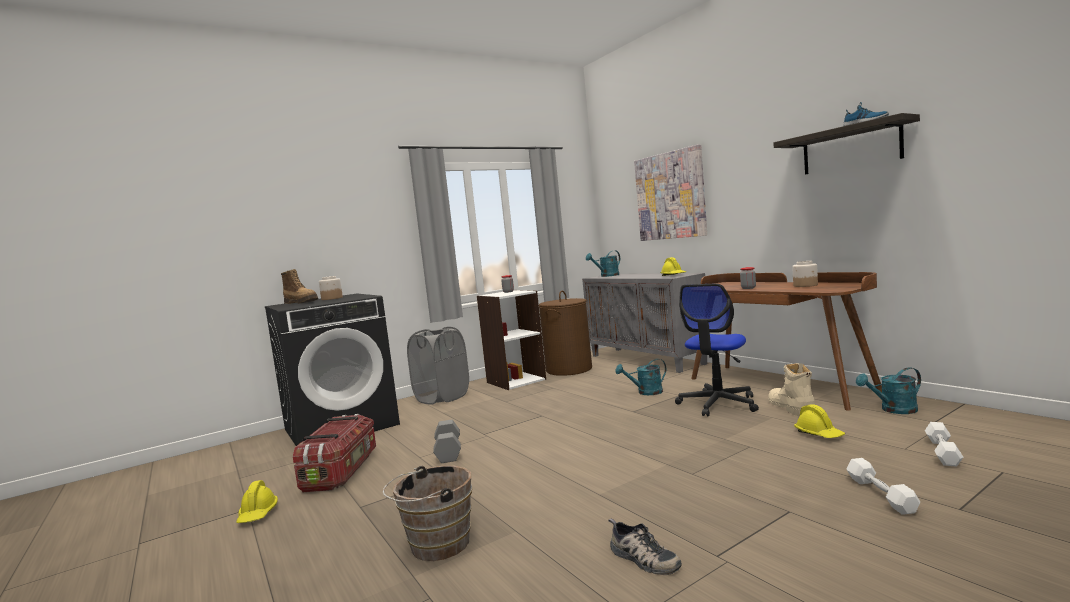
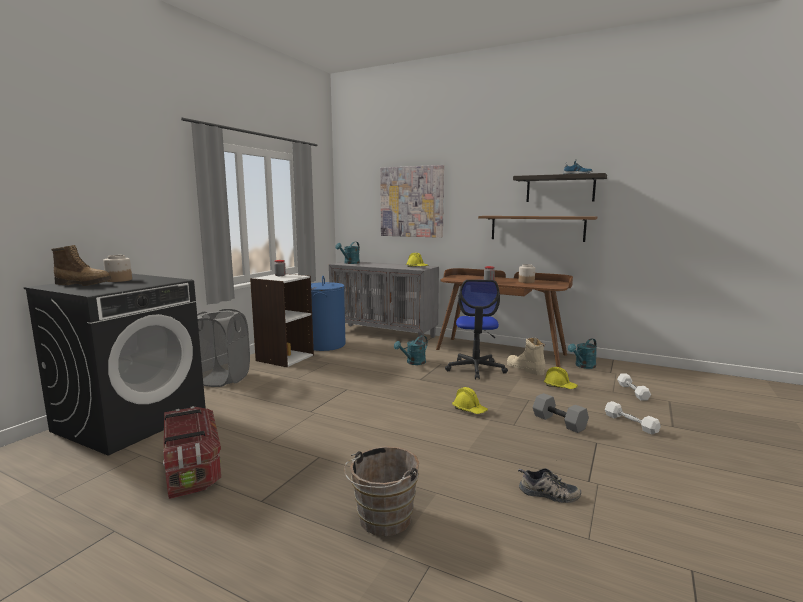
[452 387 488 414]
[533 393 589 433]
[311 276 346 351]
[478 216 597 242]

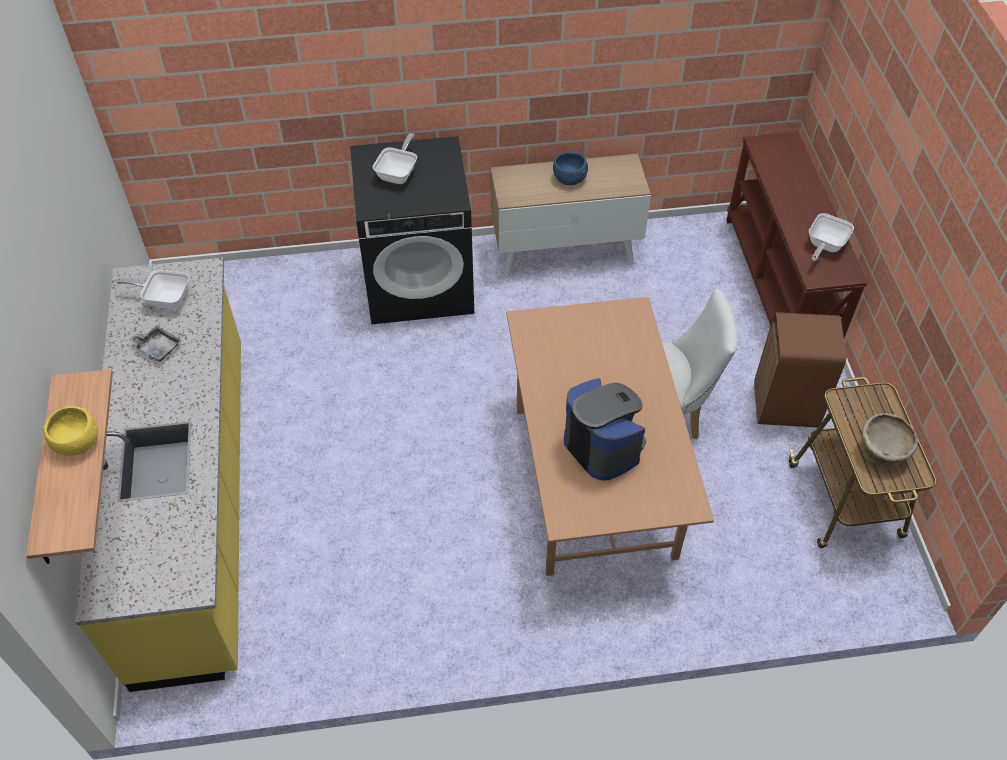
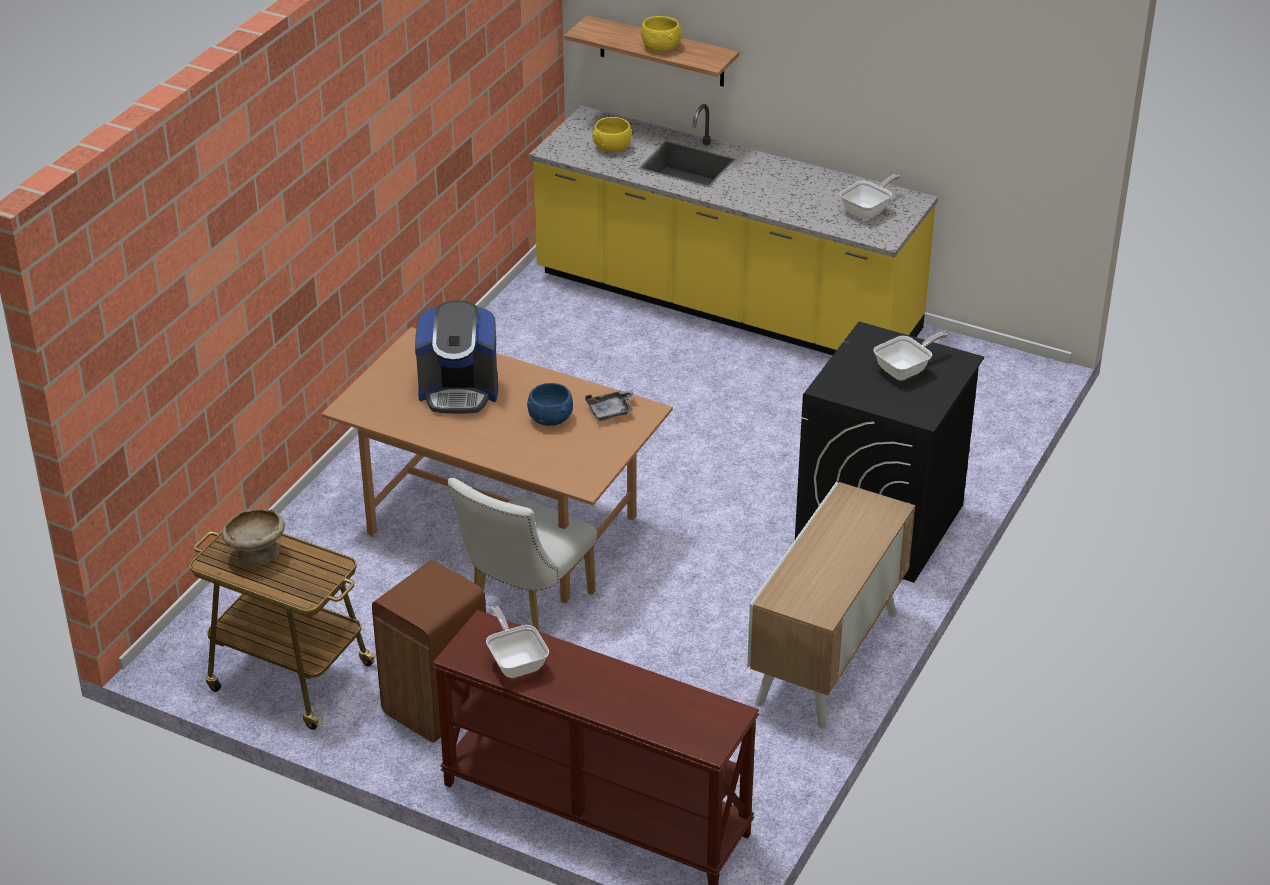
[585 390 635 421]
[874 332 948 380]
[527 383 573 426]
[592 117 632 152]

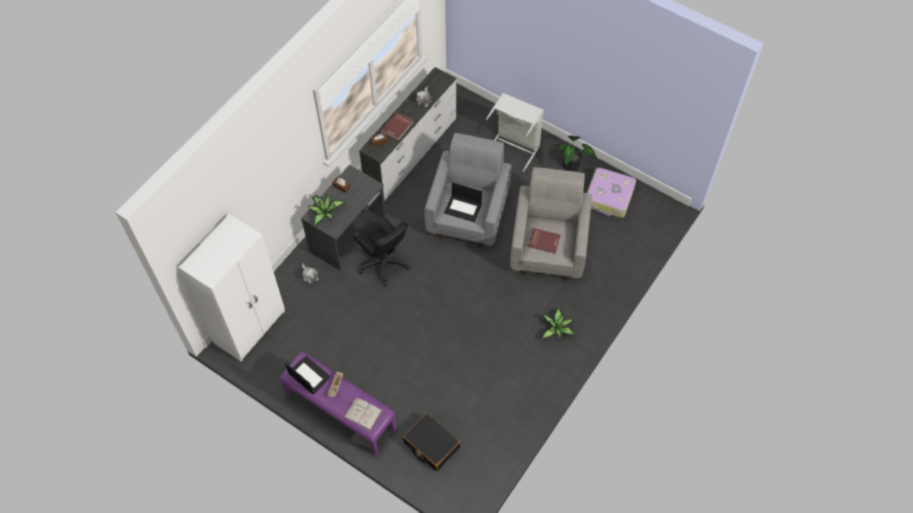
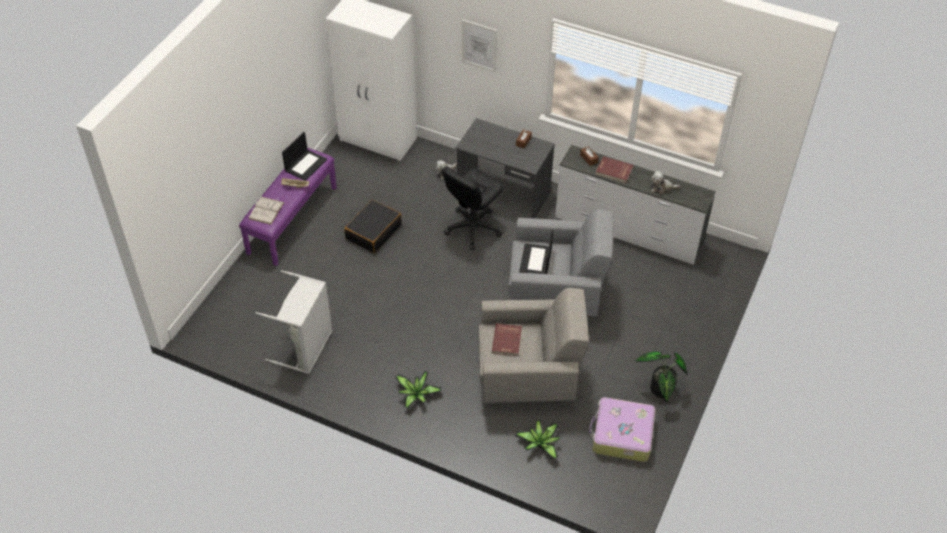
[515 420 560 460]
[344 200 402 253]
[256 270 332 374]
[462 19 497 73]

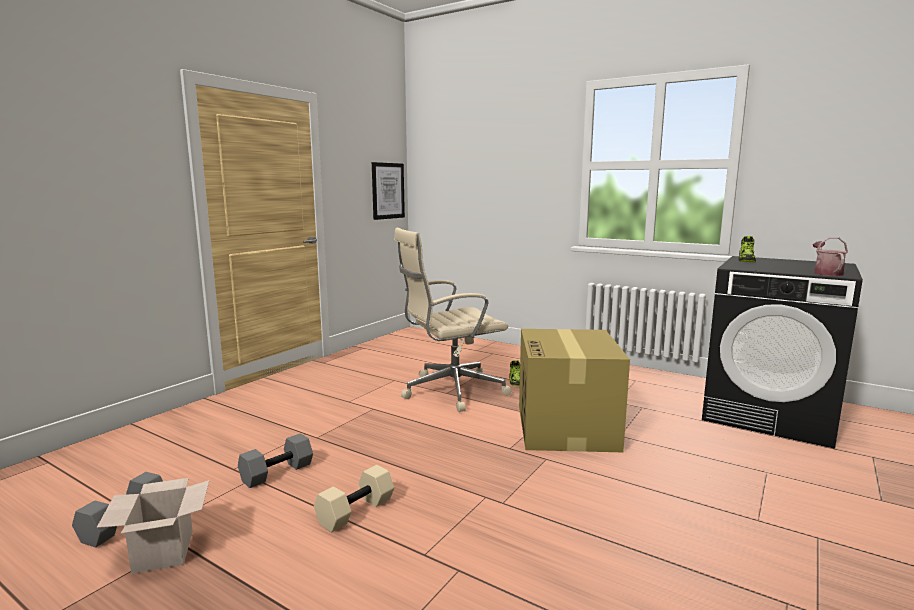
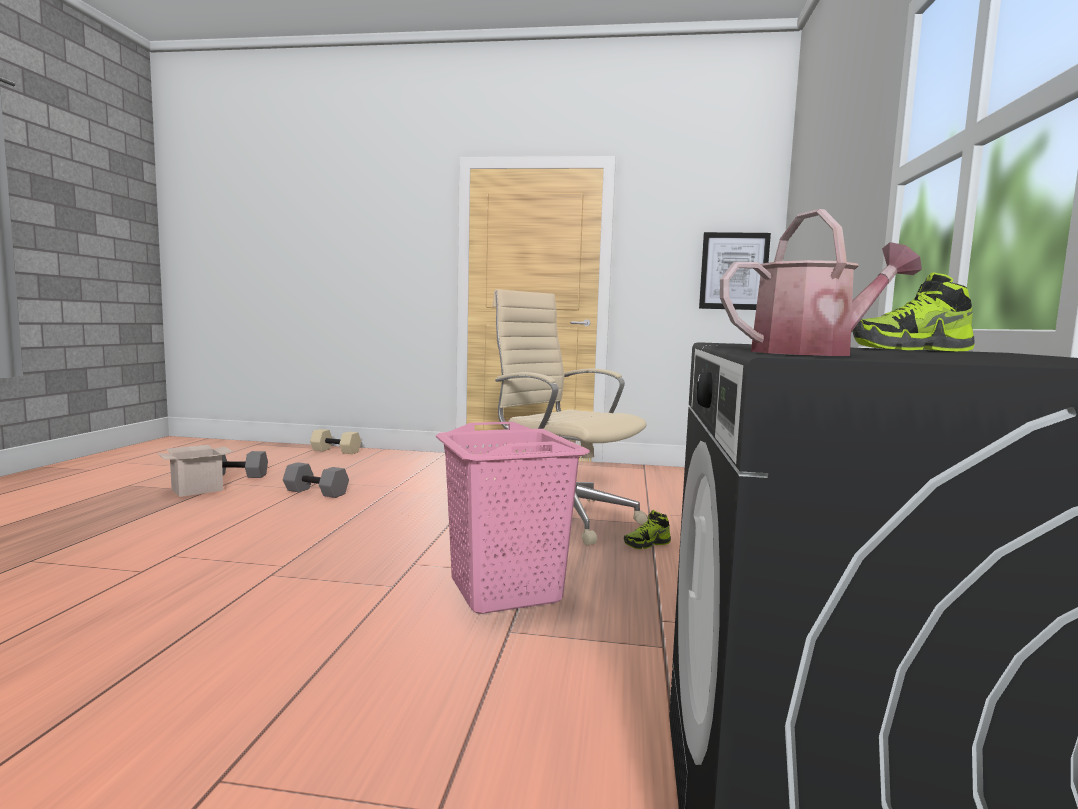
[310 429 361 454]
[436 422 590 614]

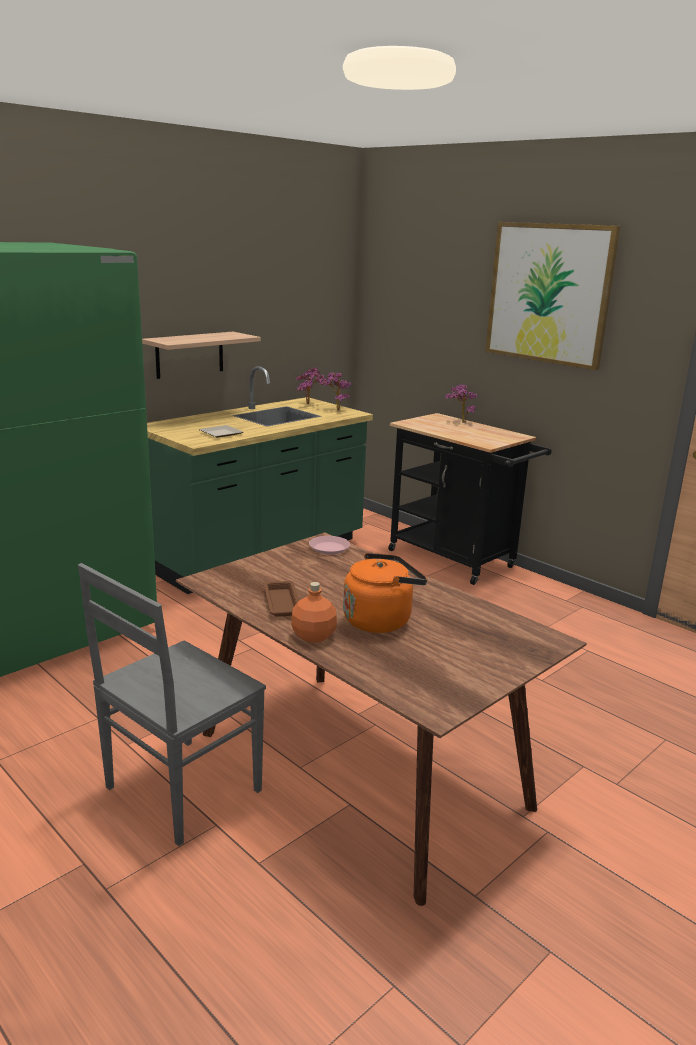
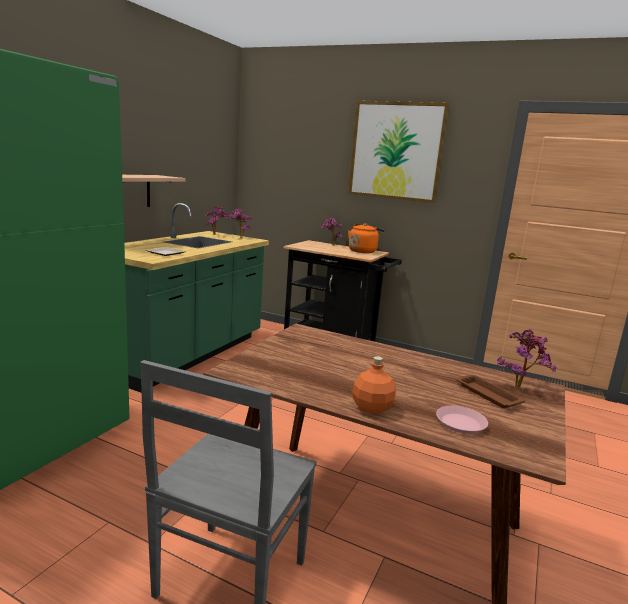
[456 375 525 408]
[436 406 488 434]
[348 223 385 253]
[497 329 557 387]

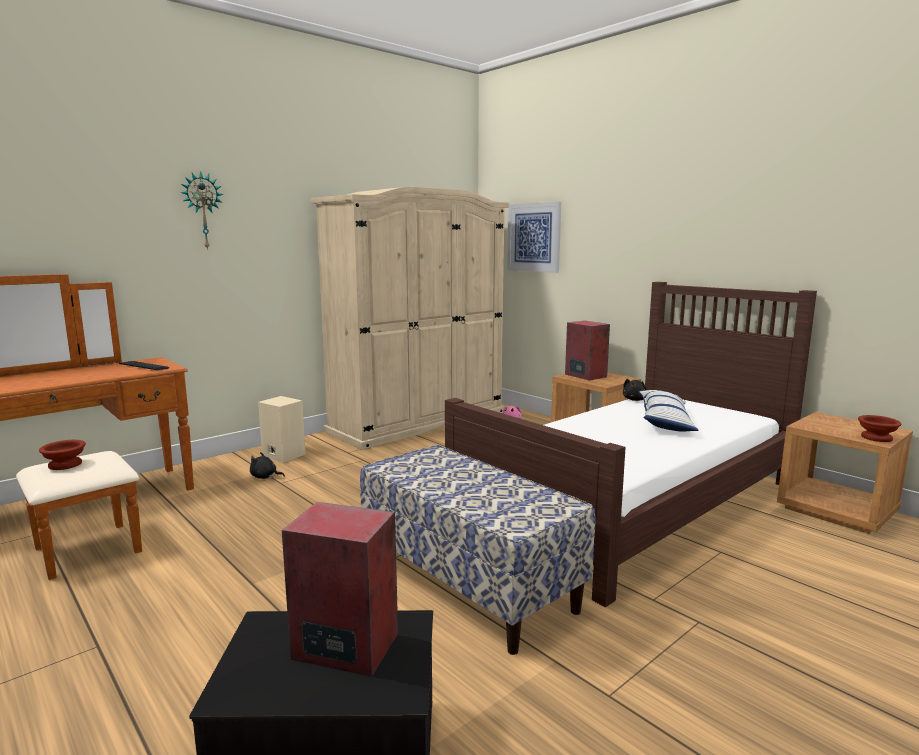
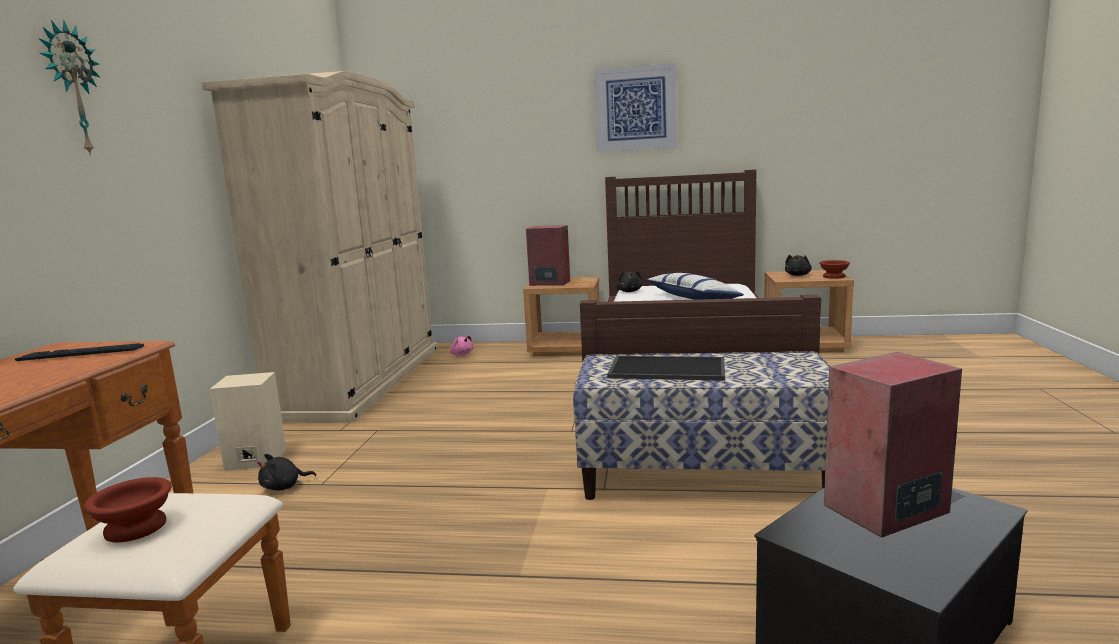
[594 63 677 152]
[607 356 725 381]
[785 255 812 276]

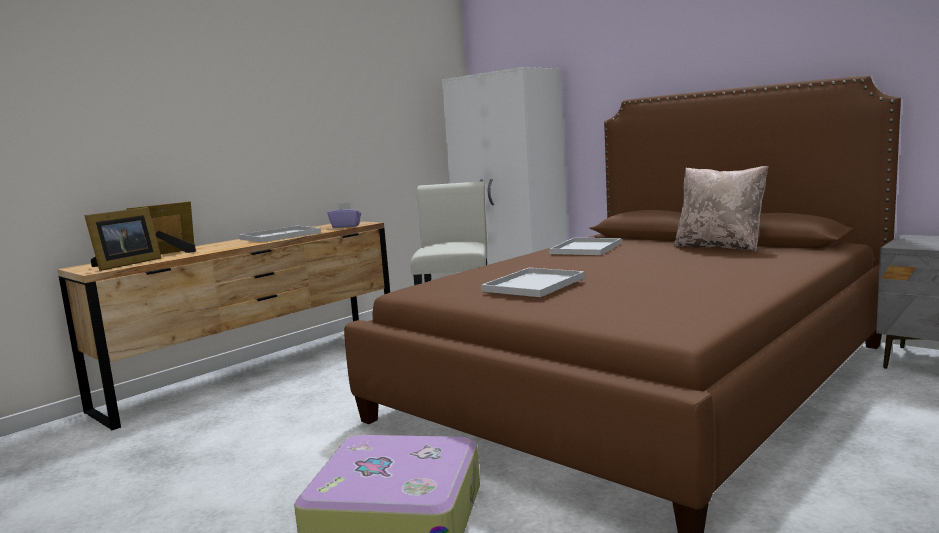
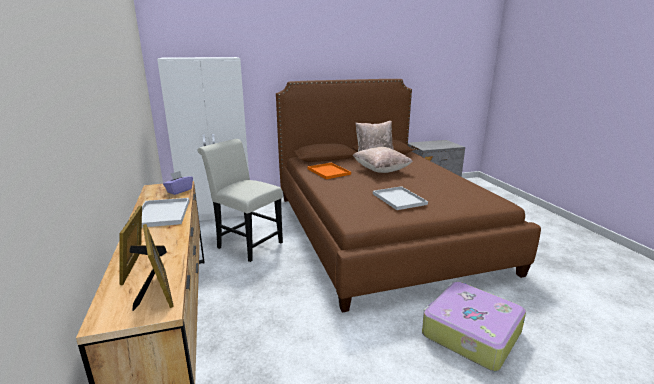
[308 163 351 179]
[352 147 413 173]

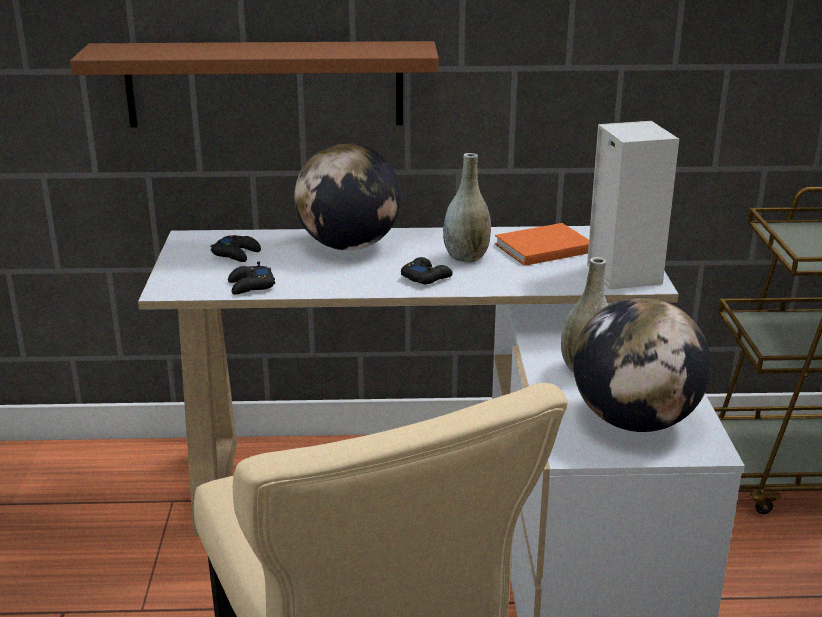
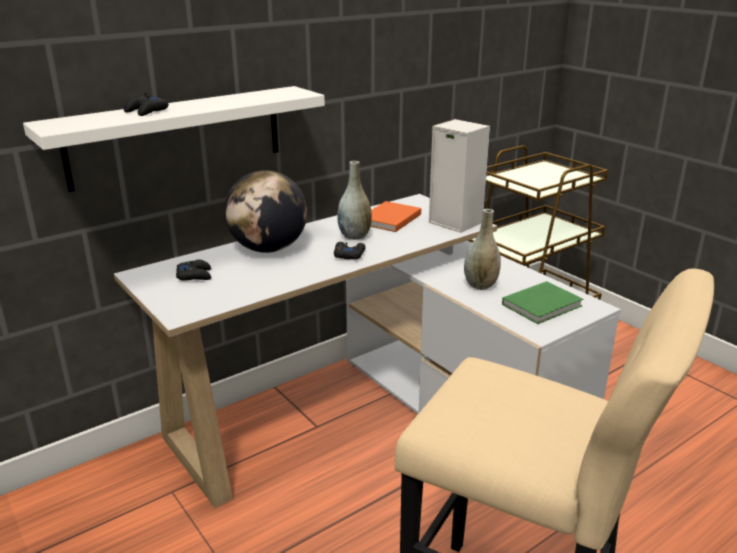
[23 86 325 192]
[124 93 169 116]
[502 281 583 324]

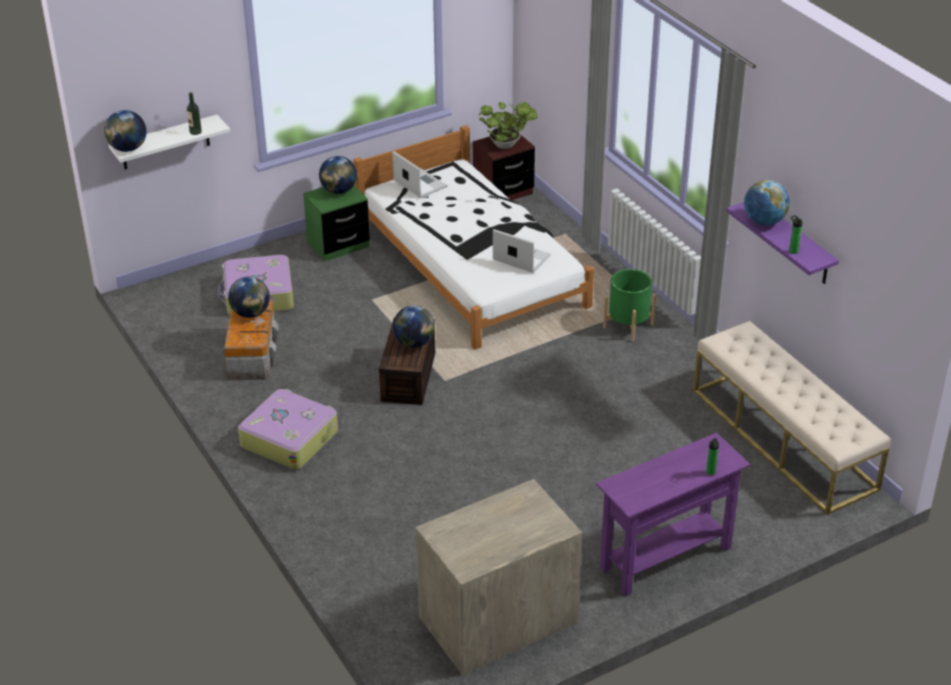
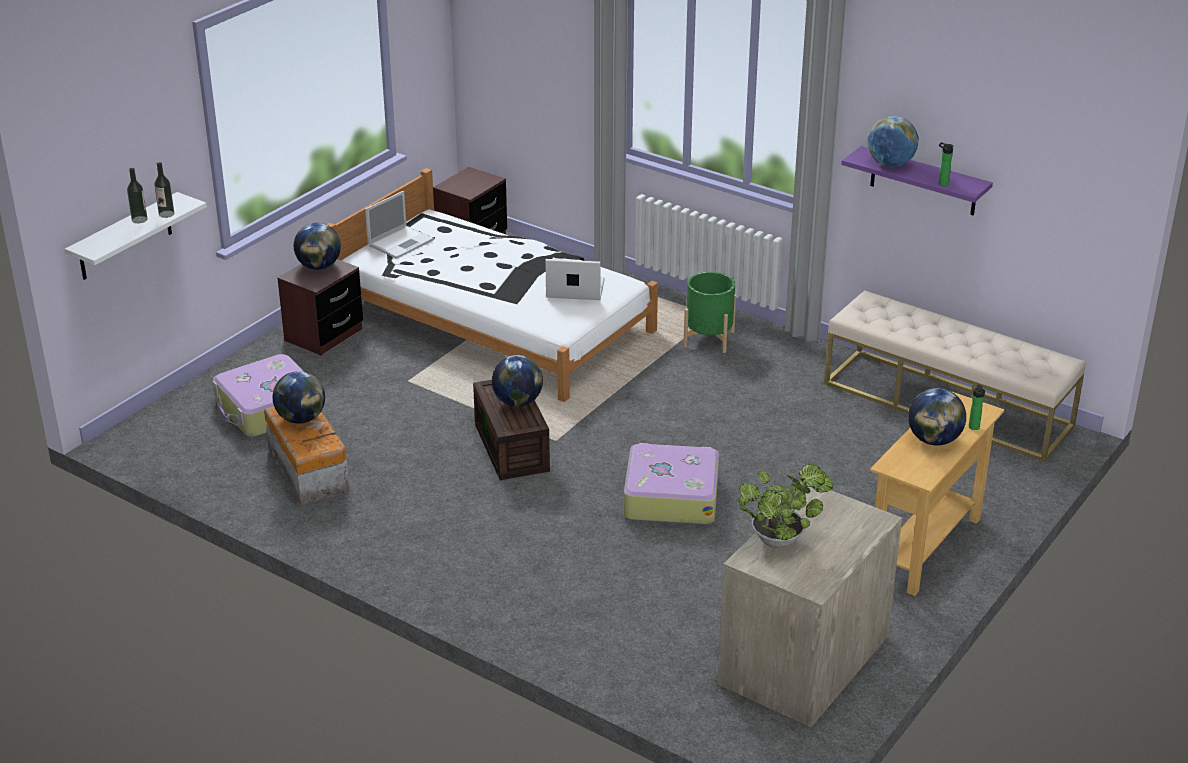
[908 388 966 446]
[624 443 719 524]
[278 259 363 355]
[365 191 434 259]
[738 464 834 548]
[870 391 1005 596]
[127 168 147 223]

